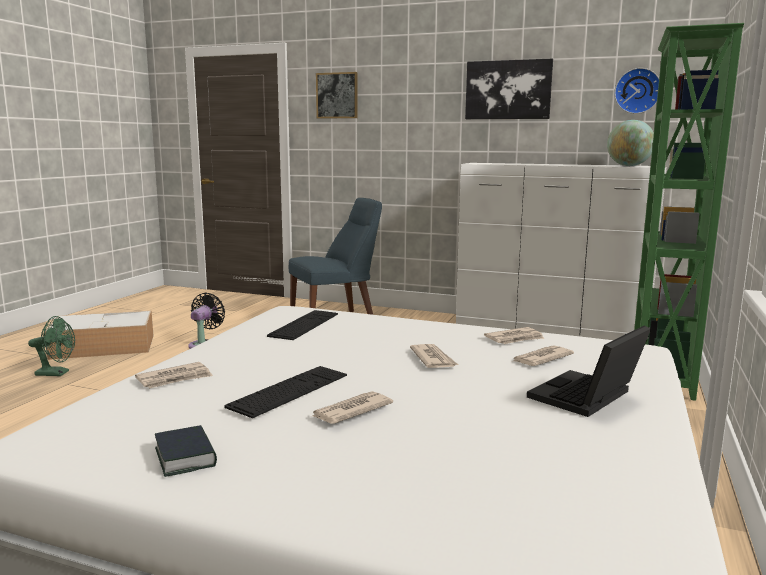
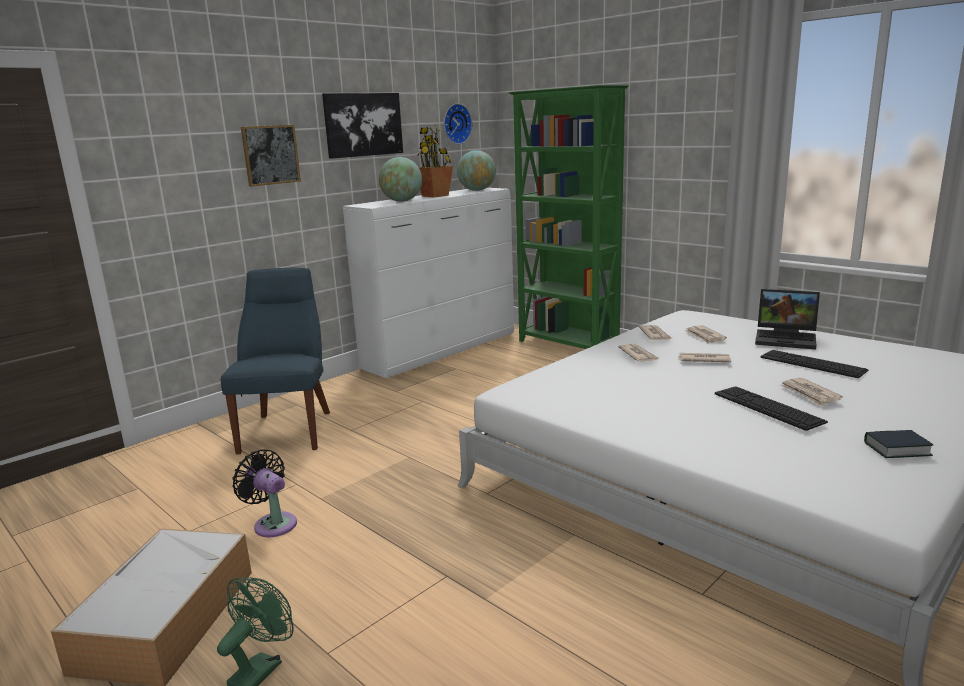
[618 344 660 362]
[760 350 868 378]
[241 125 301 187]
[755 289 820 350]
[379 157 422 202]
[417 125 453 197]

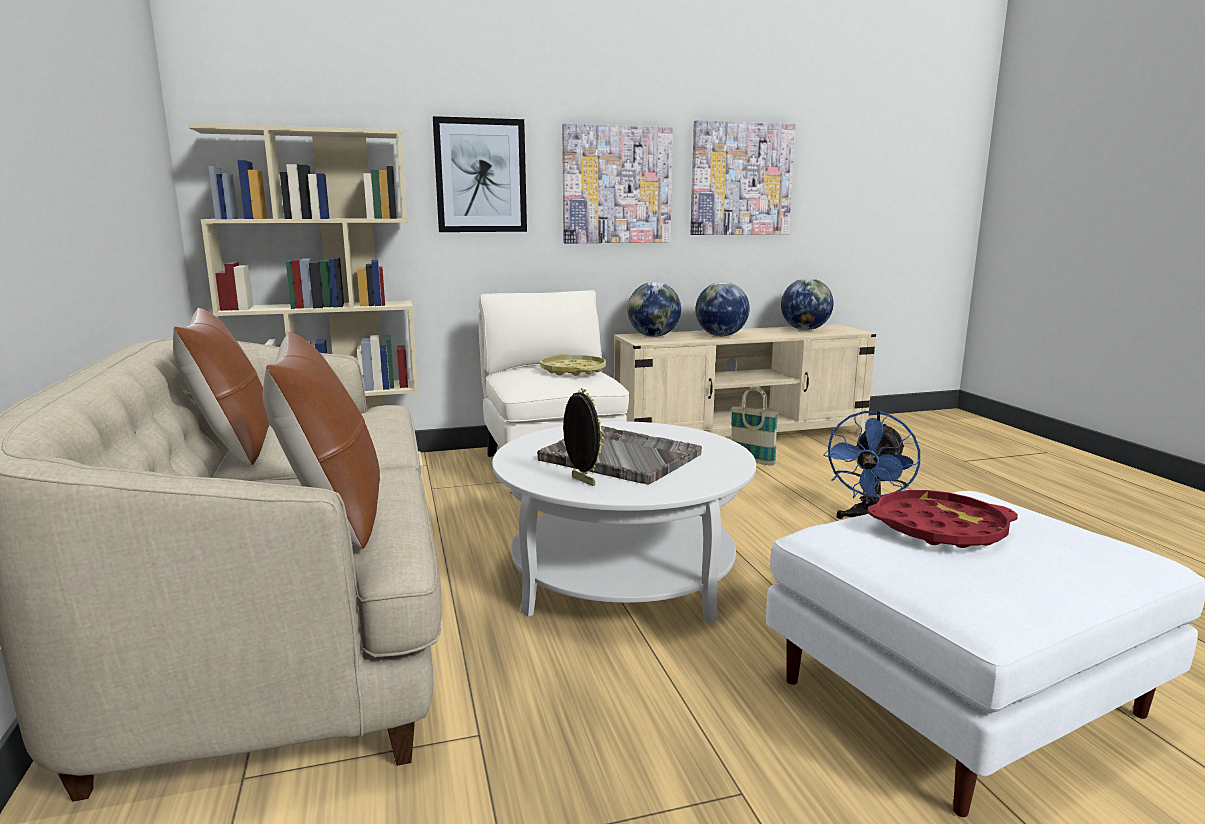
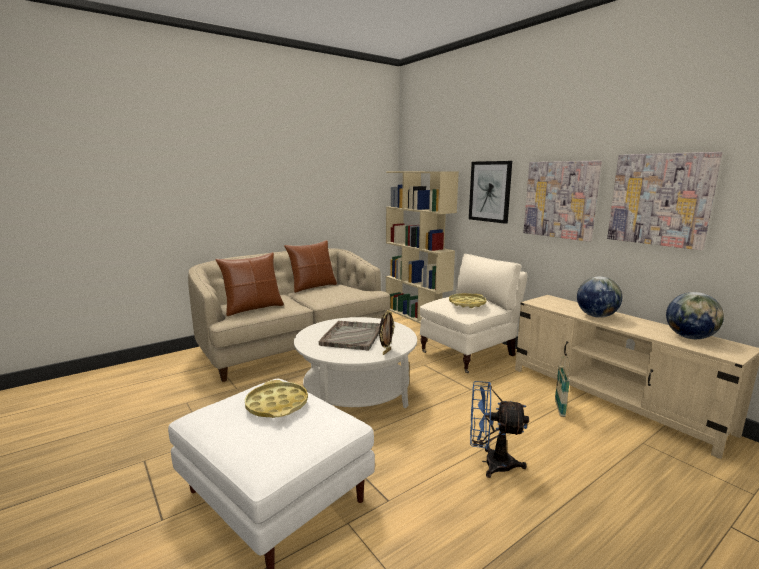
[379 310 395 355]
[627 282 681 337] (first image)
[245 380 308 418]

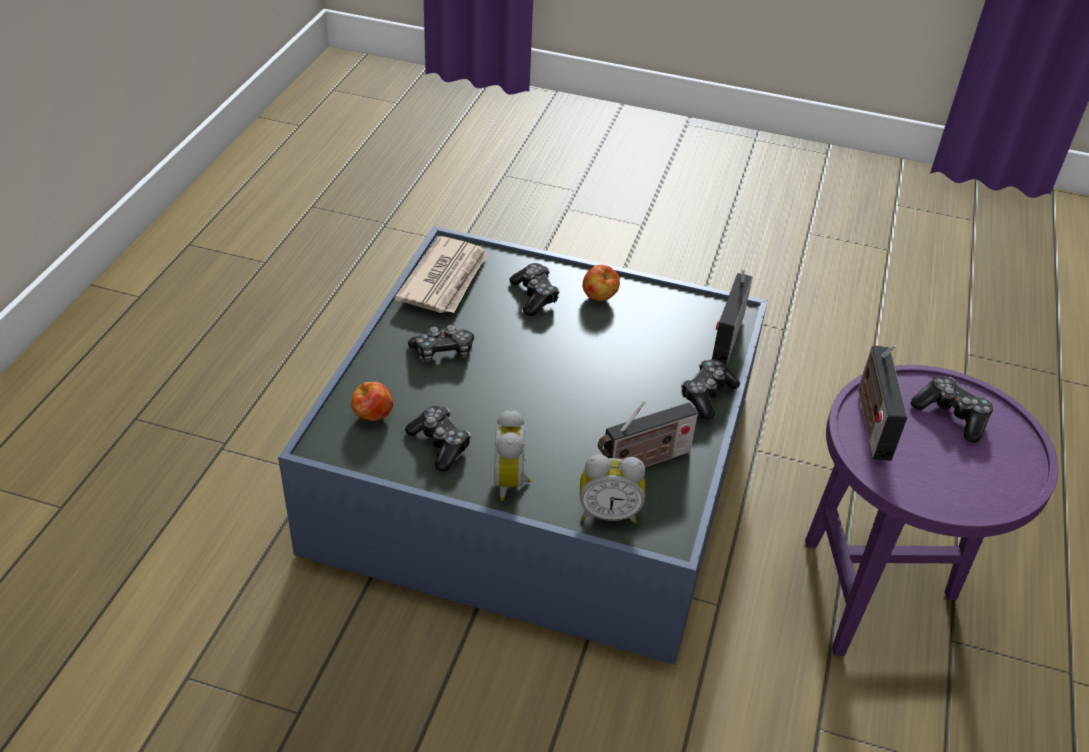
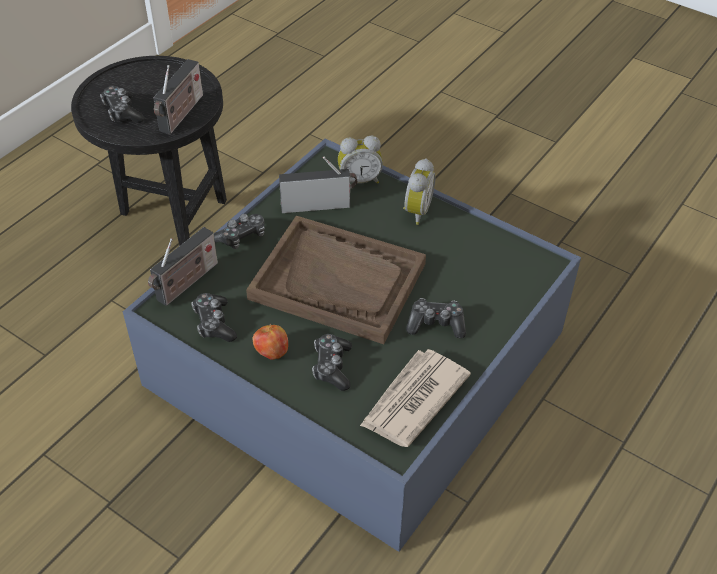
[351 382 393 421] (first image)
[191 293 237 342]
[338 136 383 184]
[71 56 227 246]
[246 216 426 344]

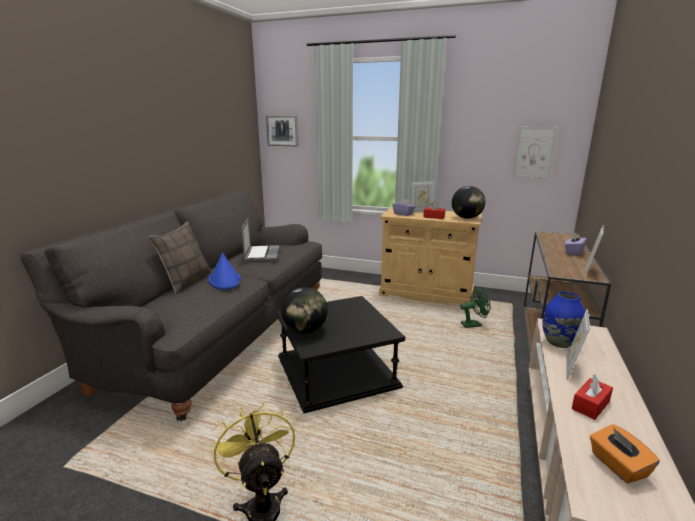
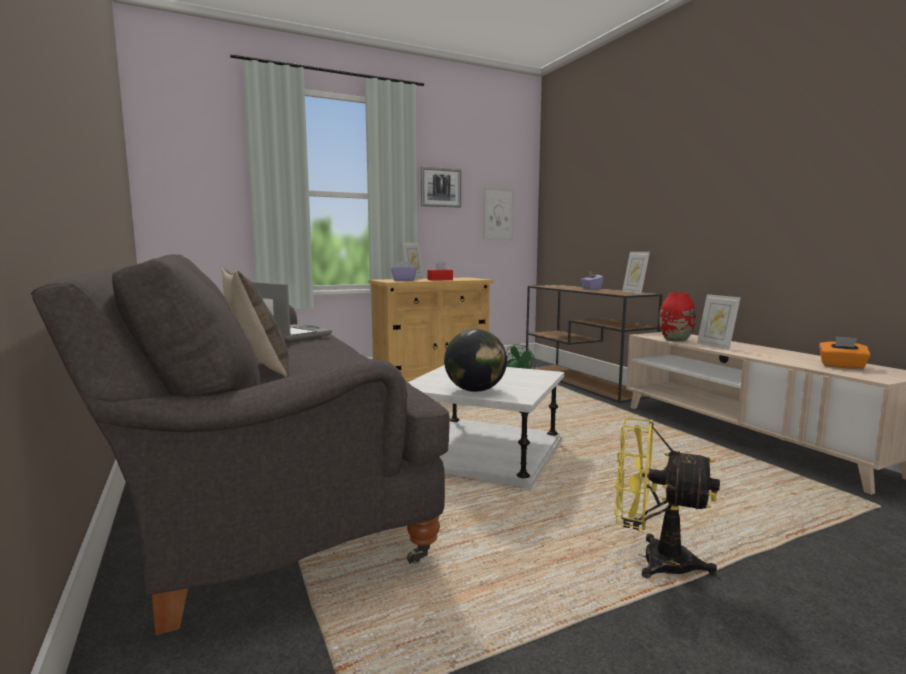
[208 253 241 290] (first image)
[421 167 461 208]
[408 365 564 489]
[452 186 485 219] (first image)
[659 292 696 342]
[572 374 613 420] (first image)

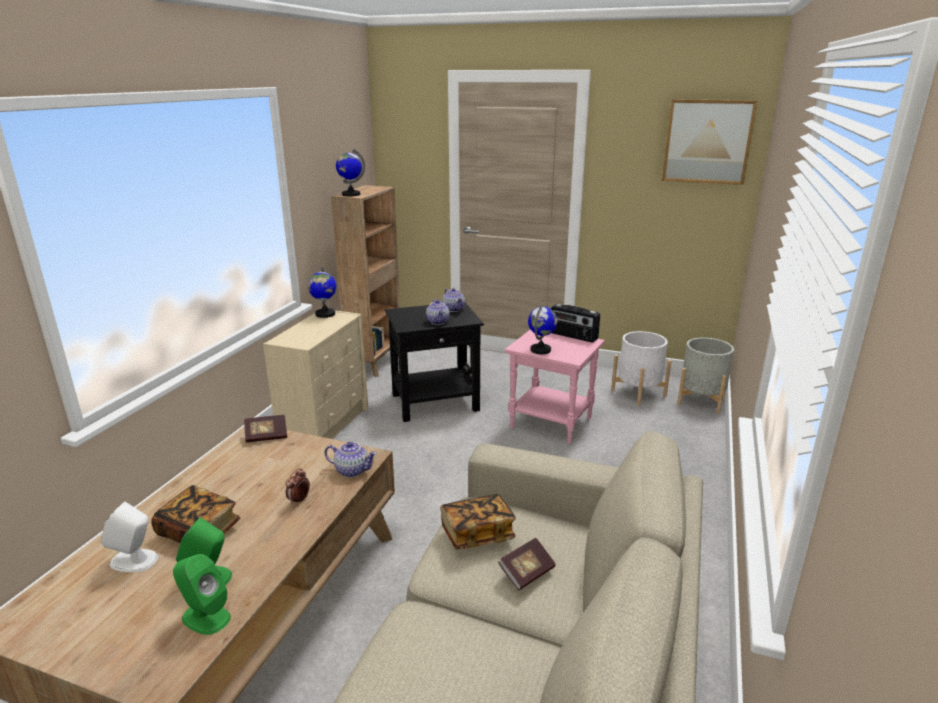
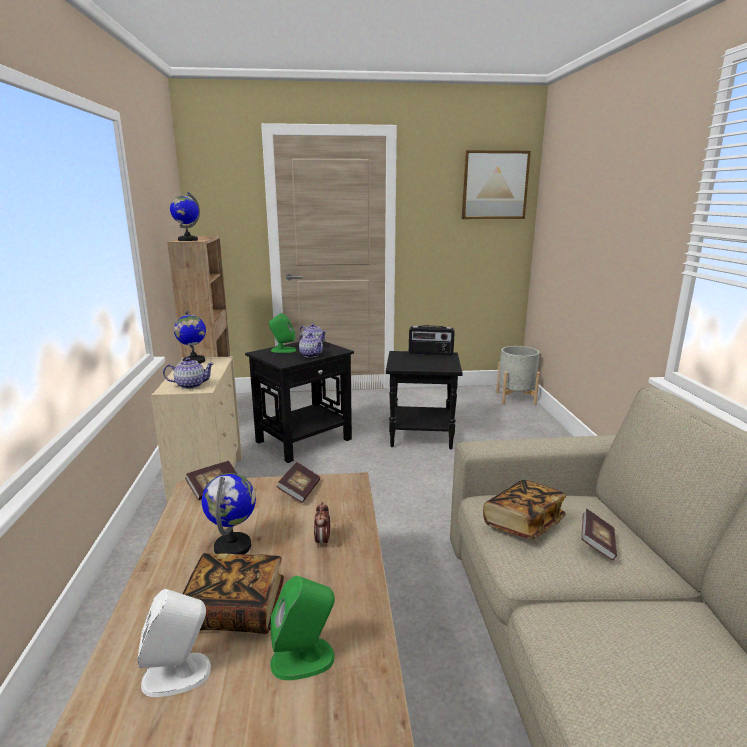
[269 313 296 353]
[163 357 215 389]
[386 351 462 449]
[202 473 256 554]
[611 331 672 406] (first image)
[277 462 320 503]

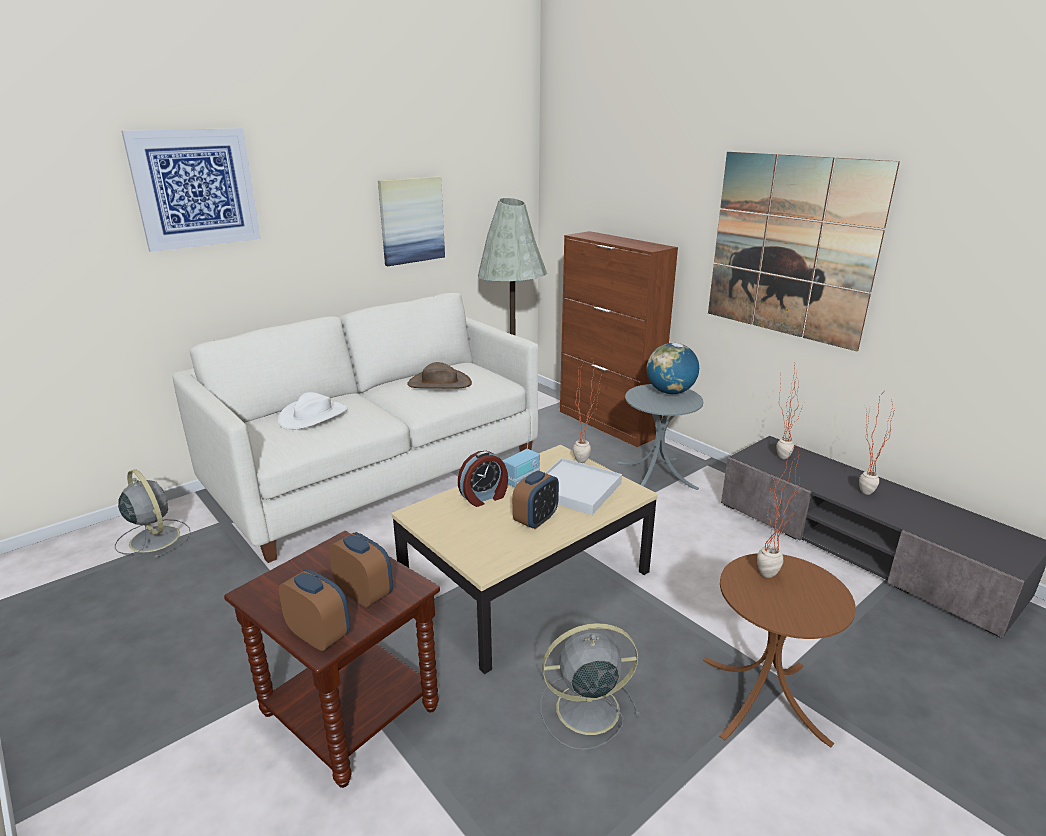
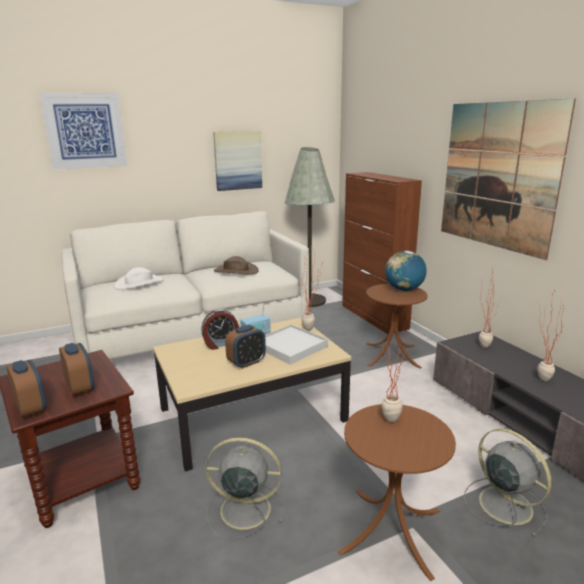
[464 429 551 537]
[366 284 428 369]

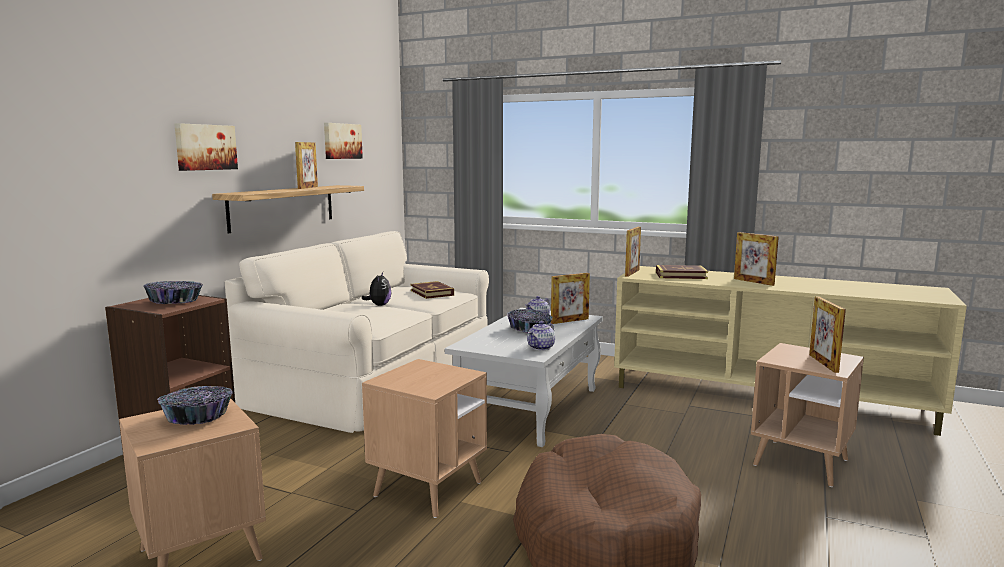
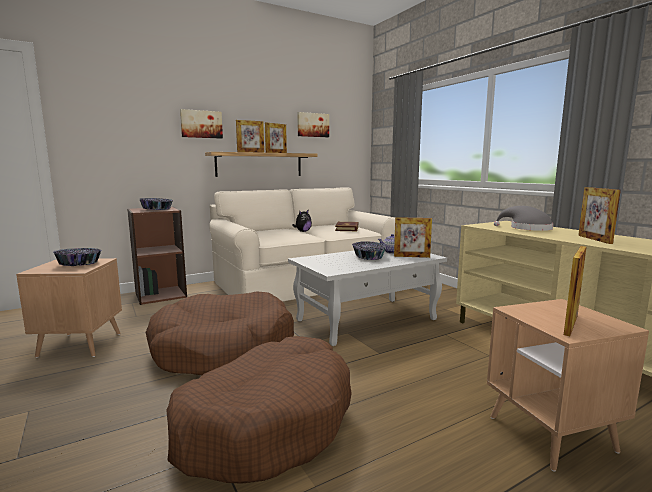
[145 291 294 375]
[527 321 555 350] (first image)
[236 120 264 153]
[494 206 553 231]

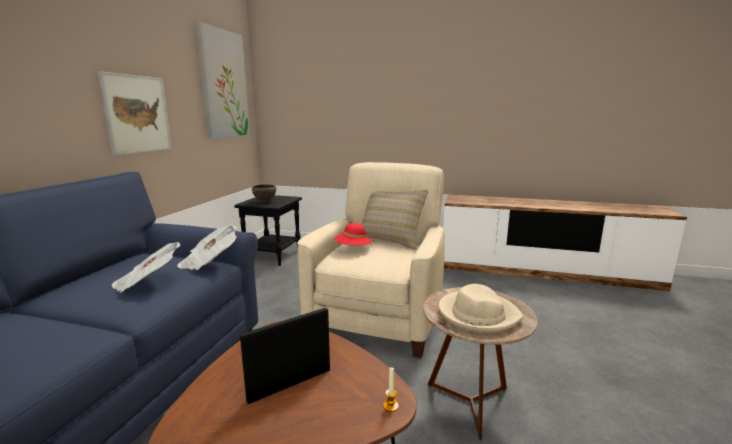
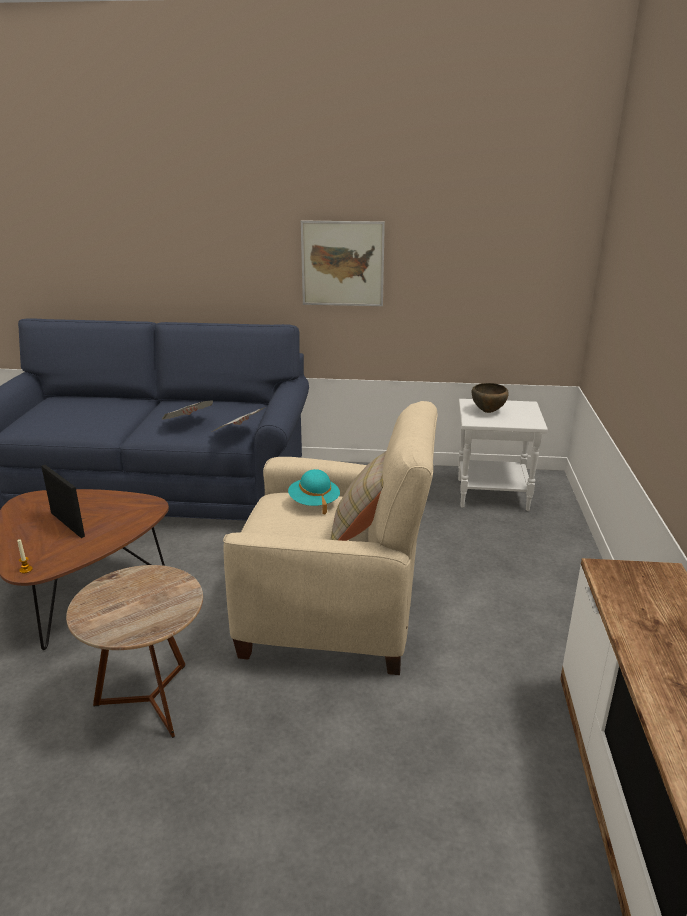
[196 22 250 138] (first image)
[458 399 548 511]
[288 469 340 514]
[438 284 524 333] (first image)

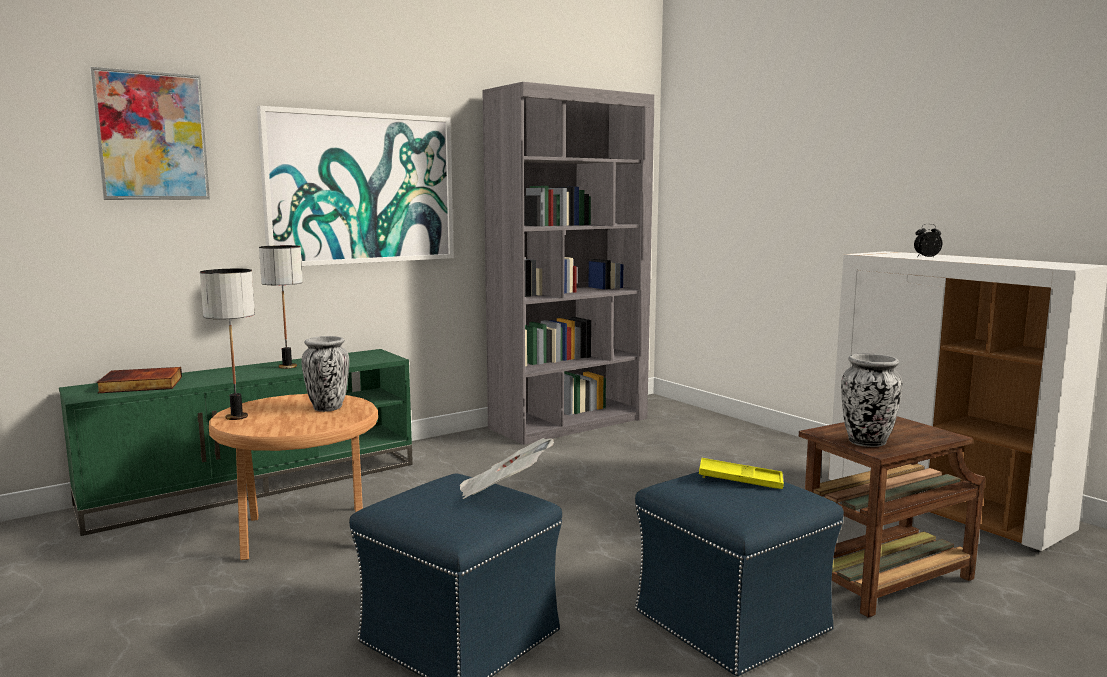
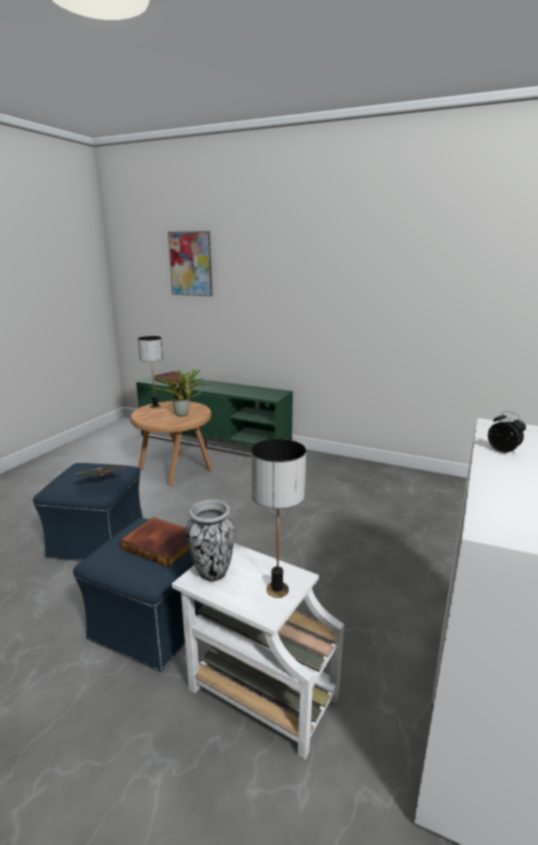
[257 106 454 266] (first image)
[251 439 306 598]
[152 369 212 416]
[482 82 654 445] (first image)
[120 517 190 568]
[172 543 344 759]

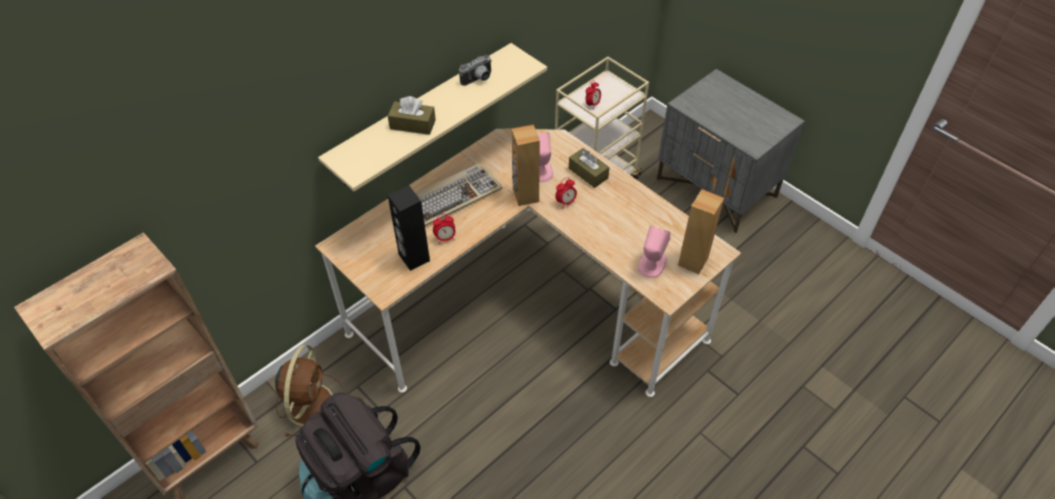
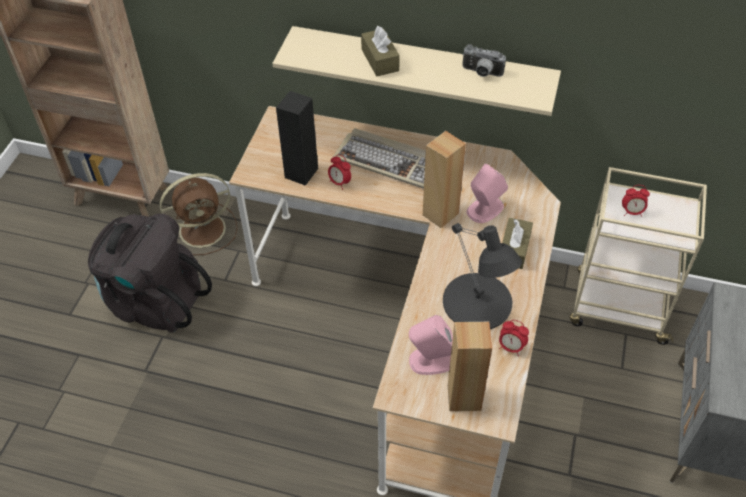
[499 320 529 356]
[443 223 522 329]

